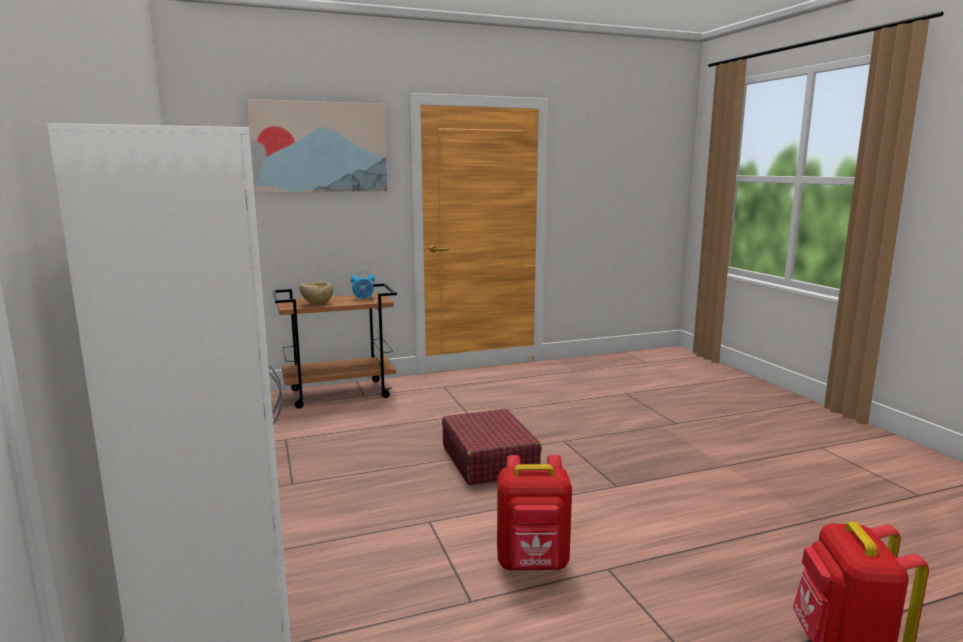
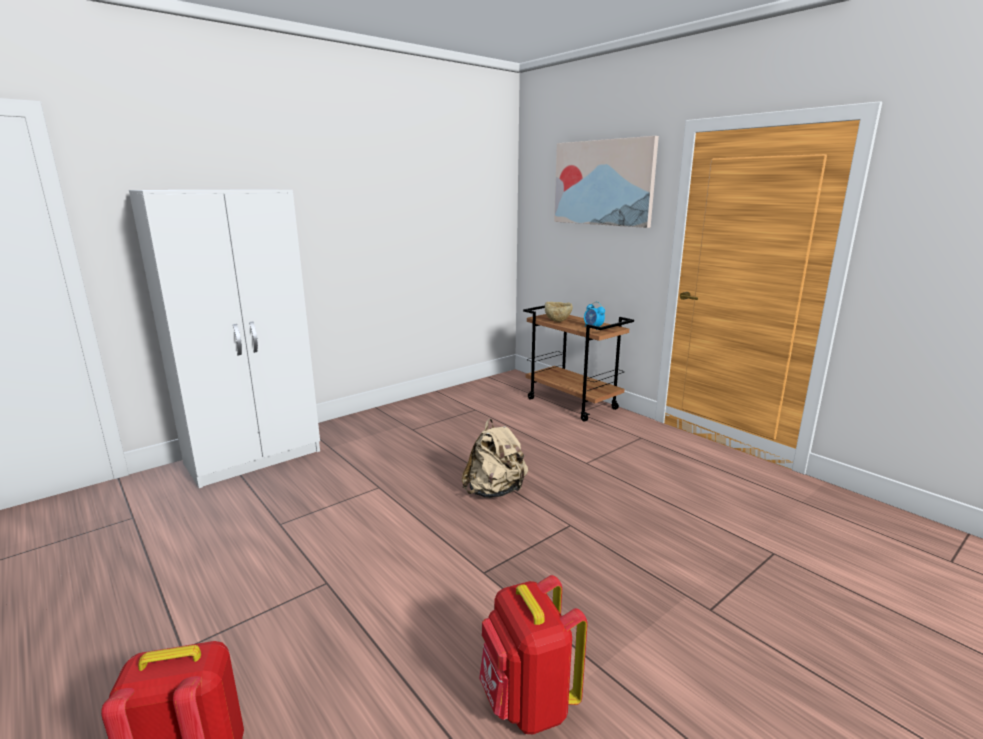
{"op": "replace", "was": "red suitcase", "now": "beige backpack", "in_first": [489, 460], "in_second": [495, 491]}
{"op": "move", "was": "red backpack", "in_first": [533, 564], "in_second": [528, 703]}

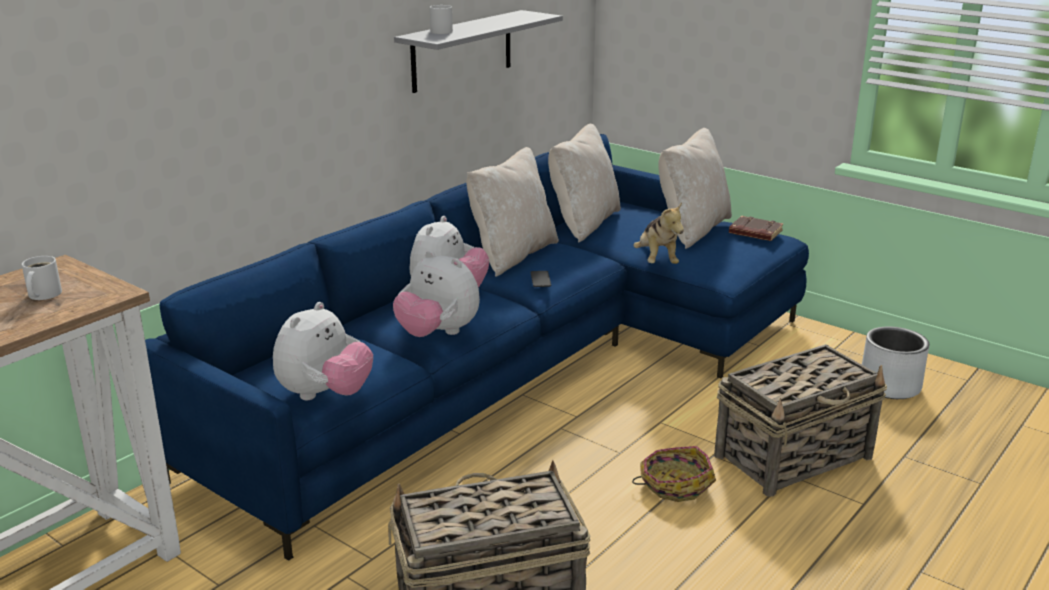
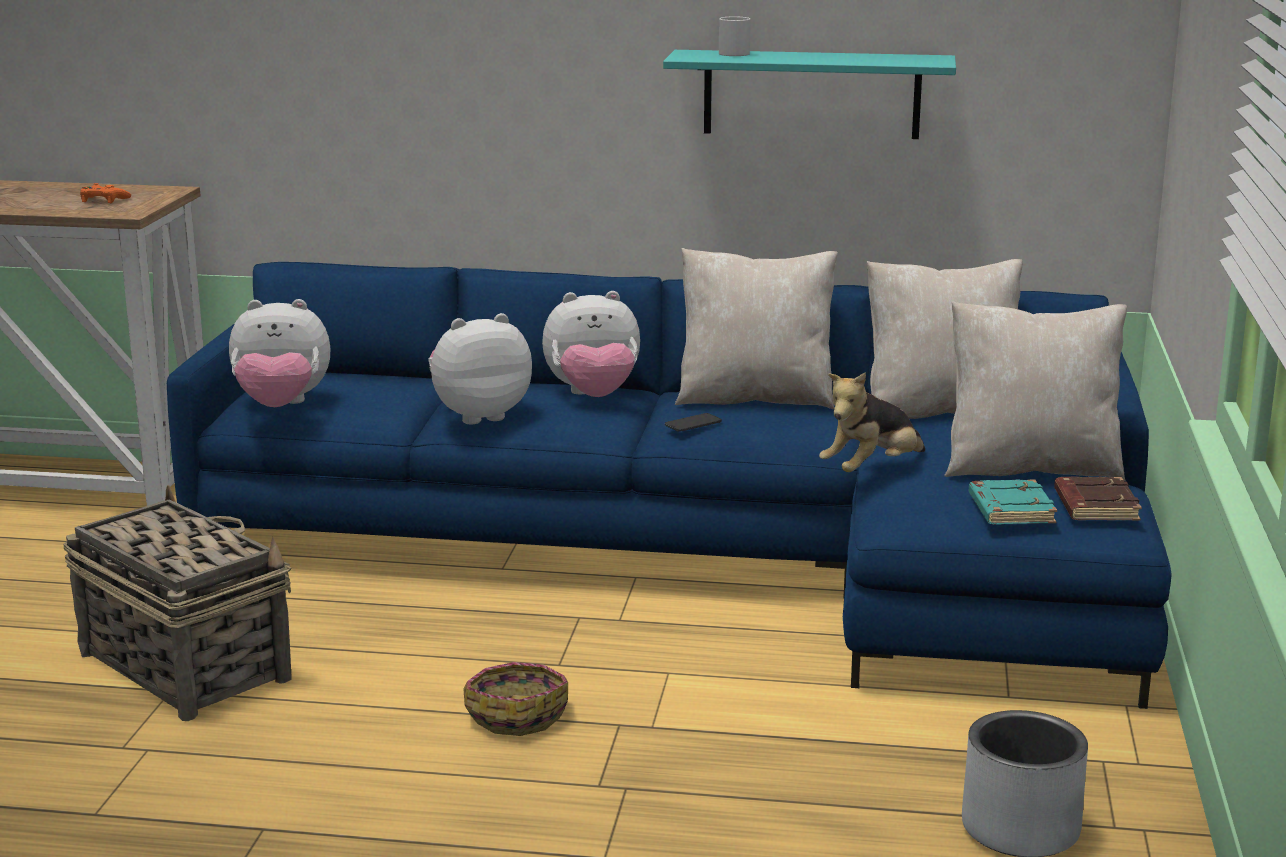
{"op": "replace", "was": "white mug", "now": "orange game controller", "in_first": [42, 295], "in_second": [103, 200]}
{"op": "rotate", "was": "plush toy", "in_first": [437, 334], "in_second": [478, 415], "clockwise": 60}
{"op": "recolor", "was": "grey shelf", "now": "turquoise shelf", "in_first": [462, 51], "in_second": [811, 94]}
{"op": "delete", "was": "basket", "in_first": [795, 456]}
{"op": "insert", "now": "turquoise book", "in_second": [1009, 510]}

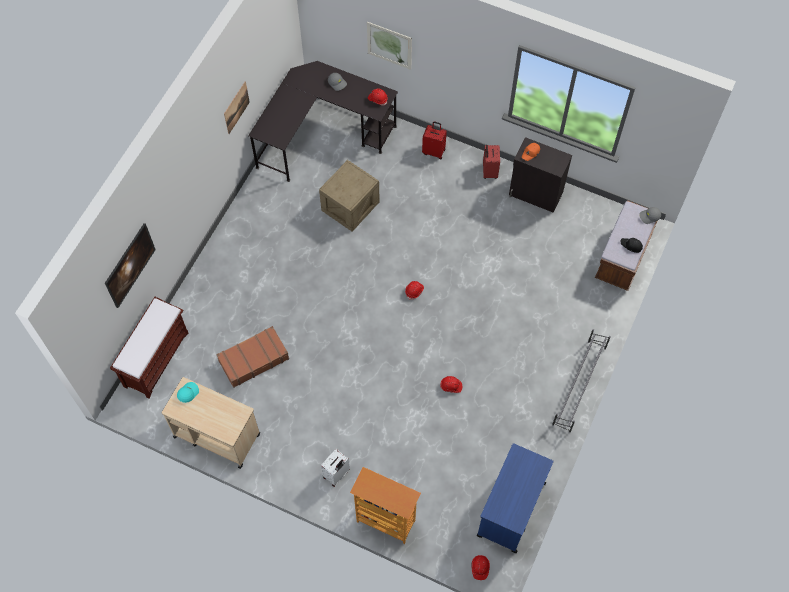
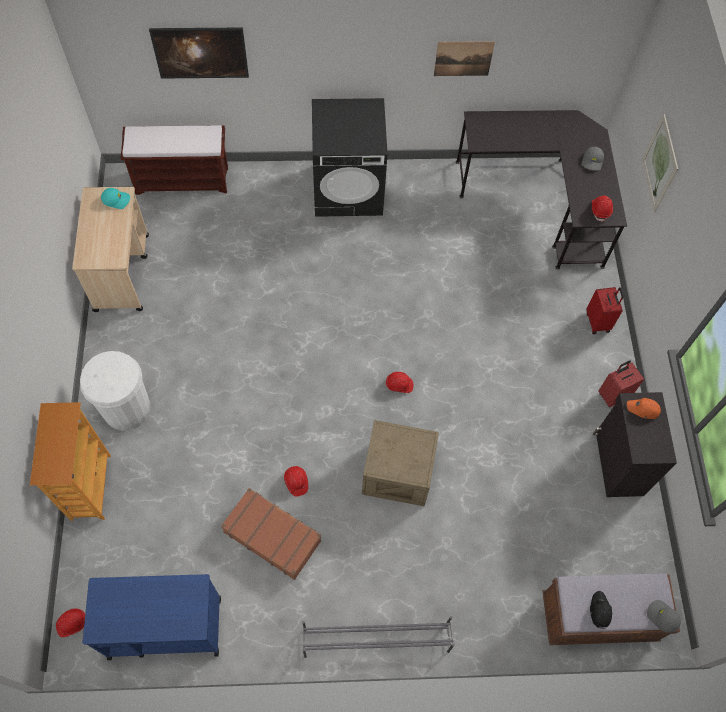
{"op": "move", "was": "brown suitcase", "in_first": [253, 359], "in_second": [272, 535]}
{"op": "move", "was": "crate", "in_first": [350, 206], "in_second": [397, 473]}
{"op": "replace", "was": "white suitcase", "now": "white trash can", "in_first": [336, 474], "in_second": [126, 408]}
{"op": "insert", "now": "black washing machine", "in_second": [348, 190]}

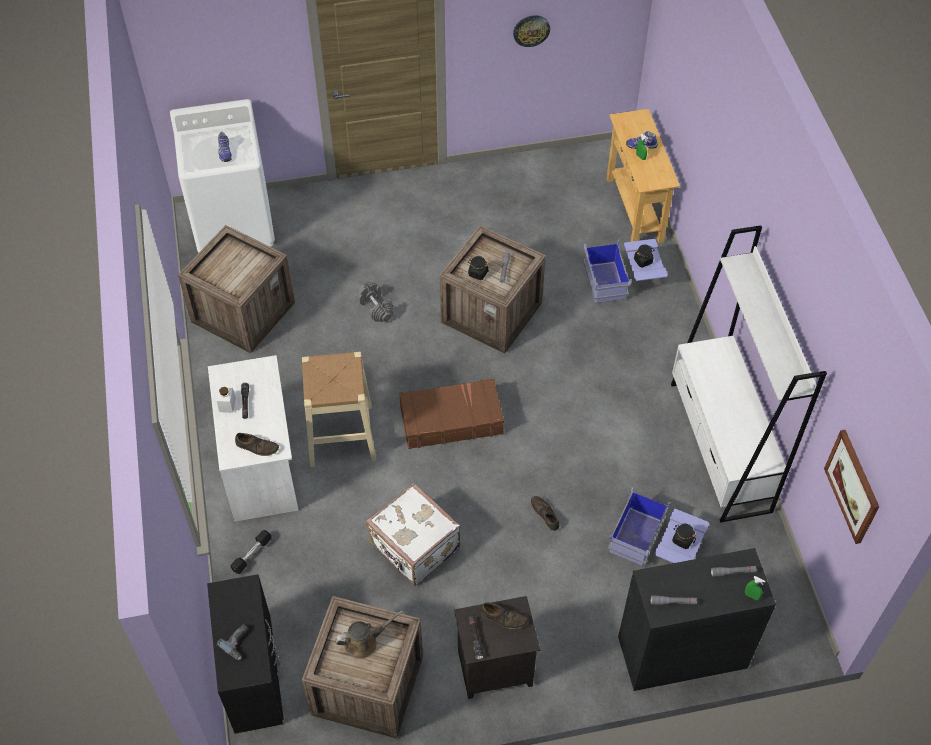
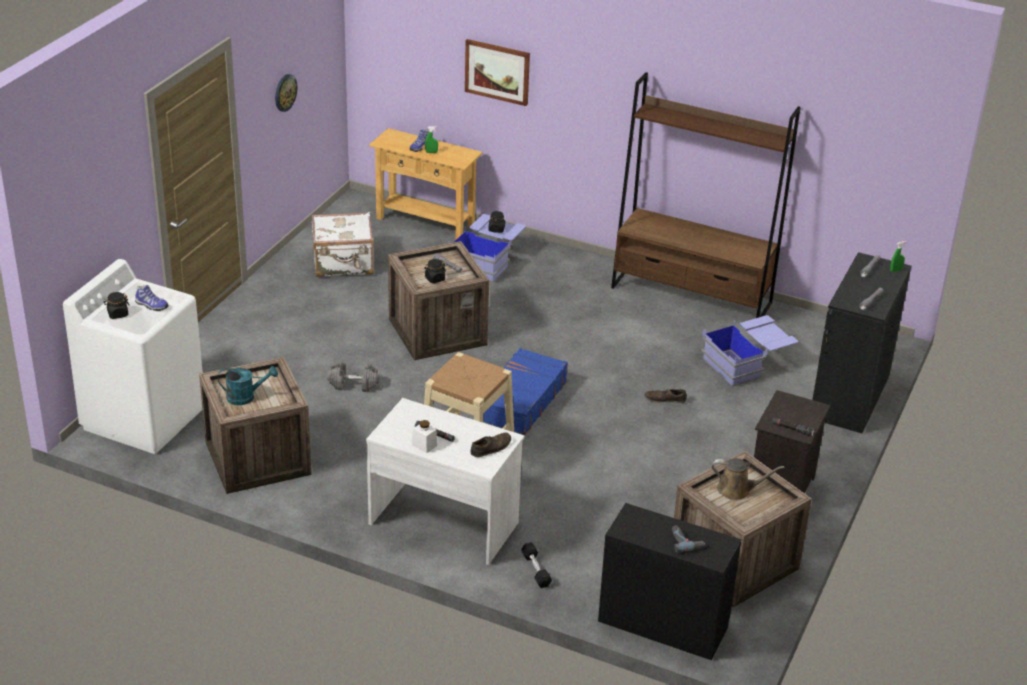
{"op": "rotate", "was": "brown watering can", "in_first": [364, 642], "in_second": [737, 490], "clockwise": 90}
{"op": "move", "was": "white suitcase", "in_first": [414, 548], "in_second": [344, 264]}
{"op": "recolor", "was": "brown suitcase", "now": "blue suitcase", "in_first": [451, 420], "in_second": [520, 401]}
{"op": "delete", "was": "brown shoe", "in_first": [503, 618]}
{"op": "recolor", "was": "white bookcase", "now": "brown bookcase", "in_first": [720, 447], "in_second": [691, 295]}
{"op": "move", "was": "black jar", "in_first": [682, 540], "in_second": [117, 314]}
{"op": "move", "was": "picture", "in_first": [853, 486], "in_second": [497, 71]}
{"op": "insert", "now": "turquoise watering can", "in_second": [246, 397]}

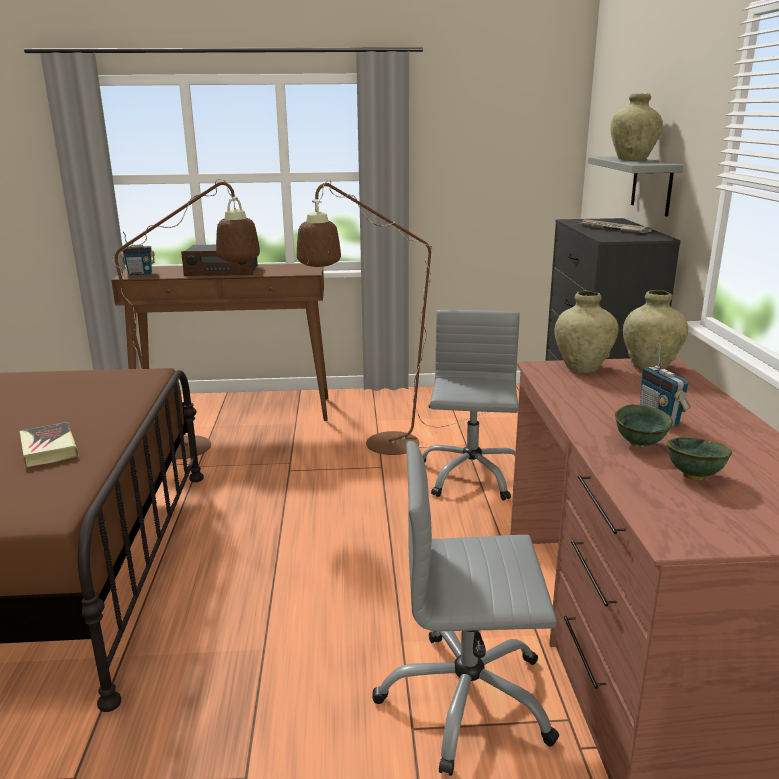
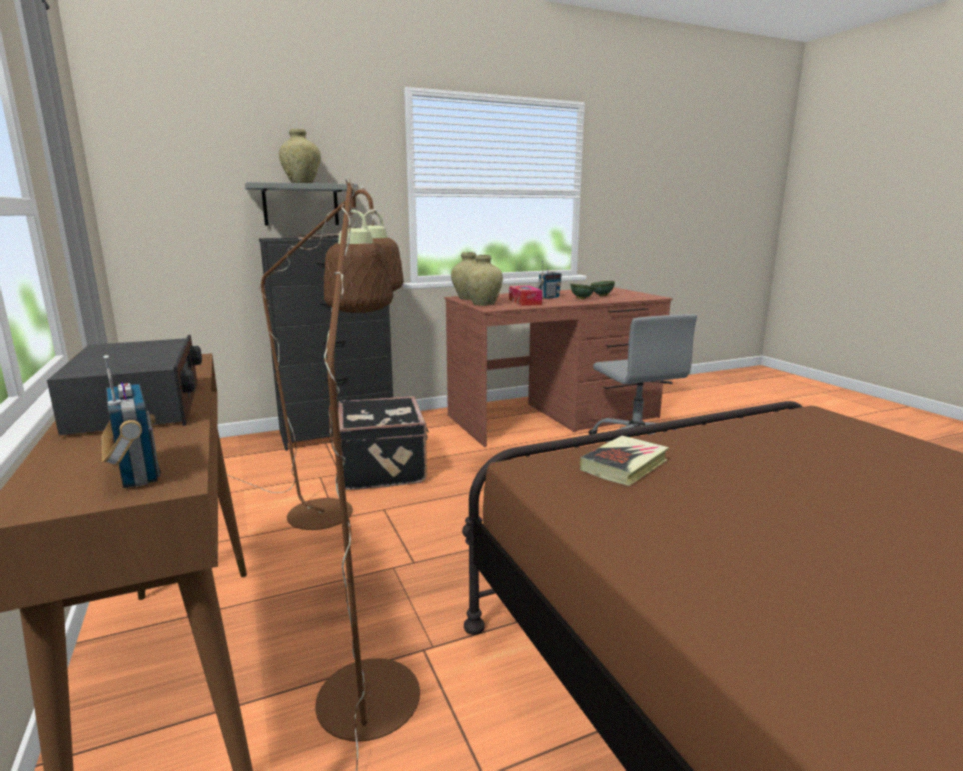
{"op": "move", "was": "book", "in_first": [49, 449], "in_second": [624, 465]}
{"op": "replace", "was": "grey office chair", "now": "black suitcase", "in_first": [470, 474], "in_second": [384, 468]}
{"op": "insert", "now": "tissue box", "in_second": [525, 302]}

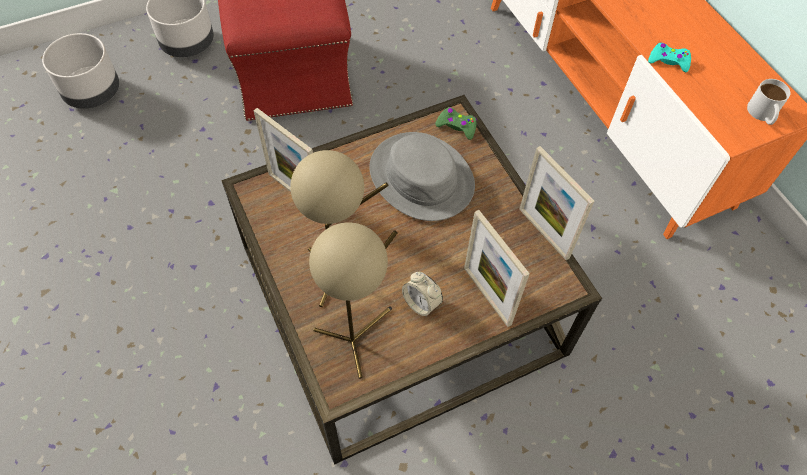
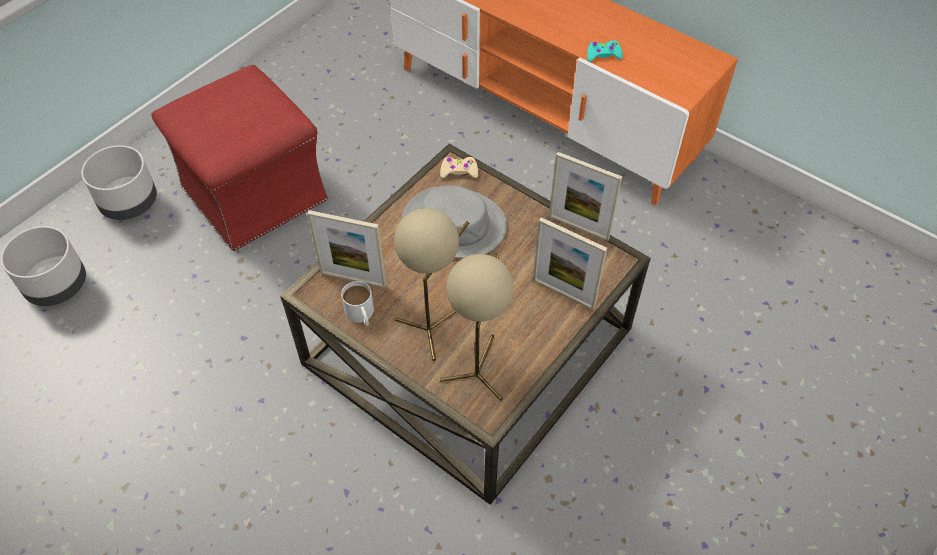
{"op": "delete", "was": "alarm clock", "in_first": [421, 303]}
{"op": "recolor", "was": "green game controller", "now": "beige game controller", "in_first": [457, 126], "in_second": [459, 171]}
{"op": "move", "was": "white mug", "in_first": [763, 114], "in_second": [361, 315]}

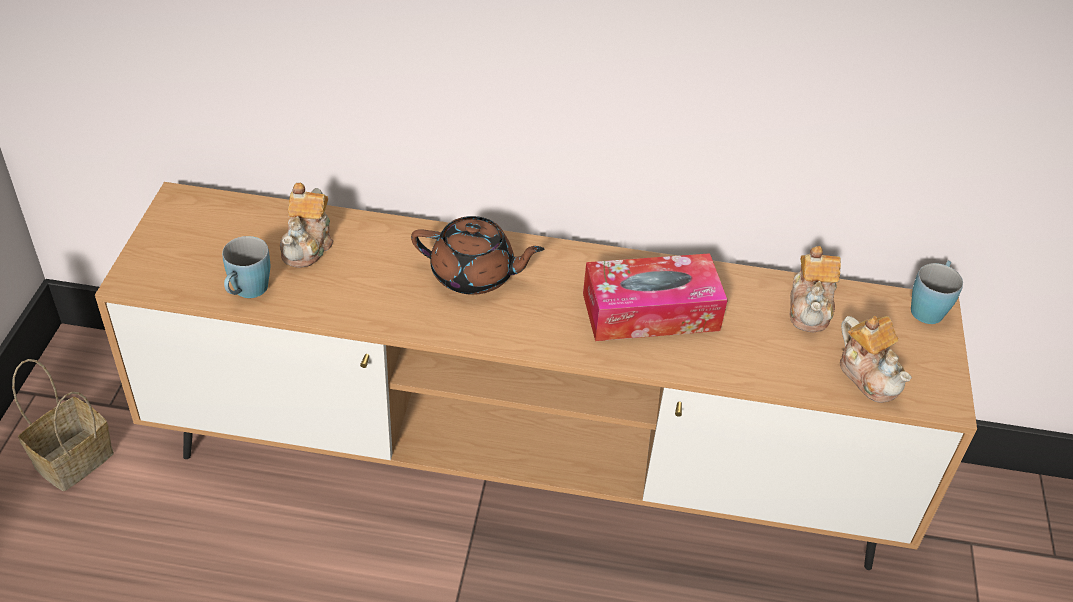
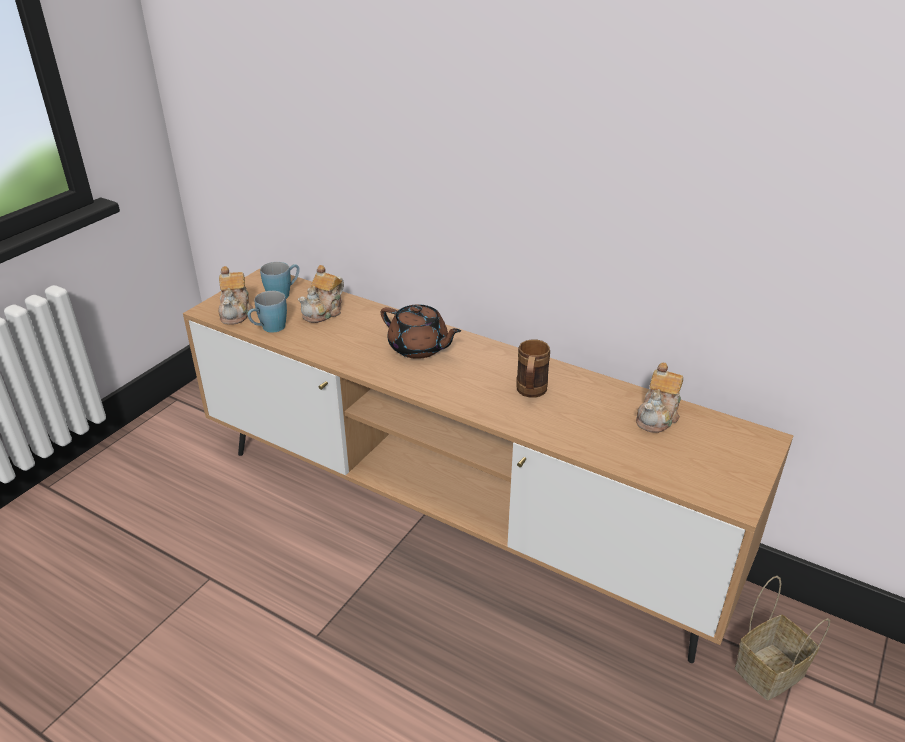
{"op": "move", "was": "basket", "in_first": [73, 462], "in_second": [769, 673]}
{"op": "replace", "was": "tissue box", "now": "brown mug", "in_first": [650, 312], "in_second": [530, 393]}
{"op": "move", "was": "teapot", "in_first": [869, 375], "in_second": [236, 312]}
{"op": "move", "was": "blue mug", "in_first": [929, 307], "in_second": [283, 294]}

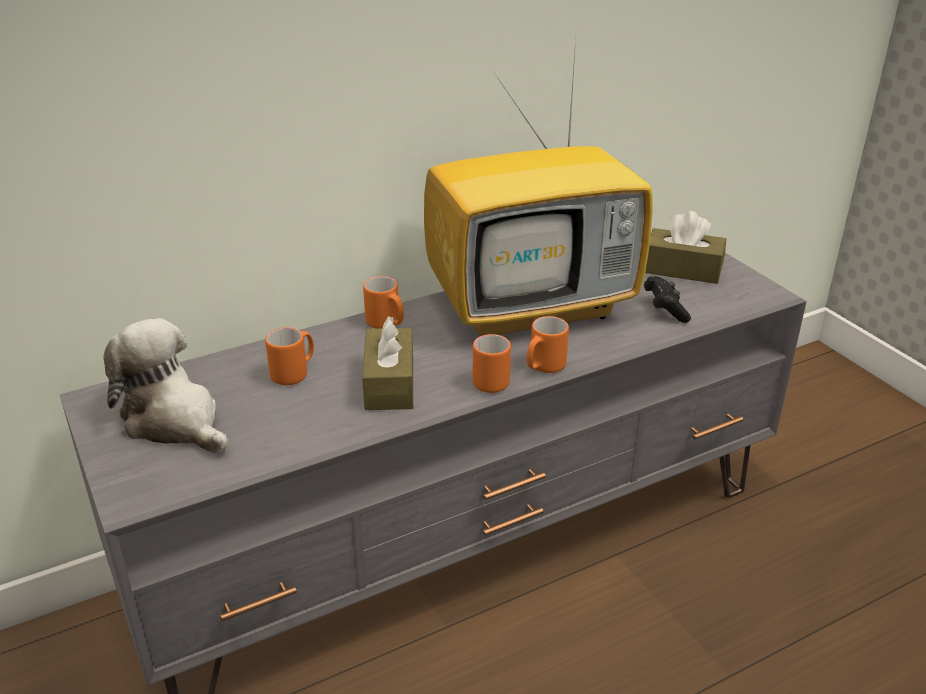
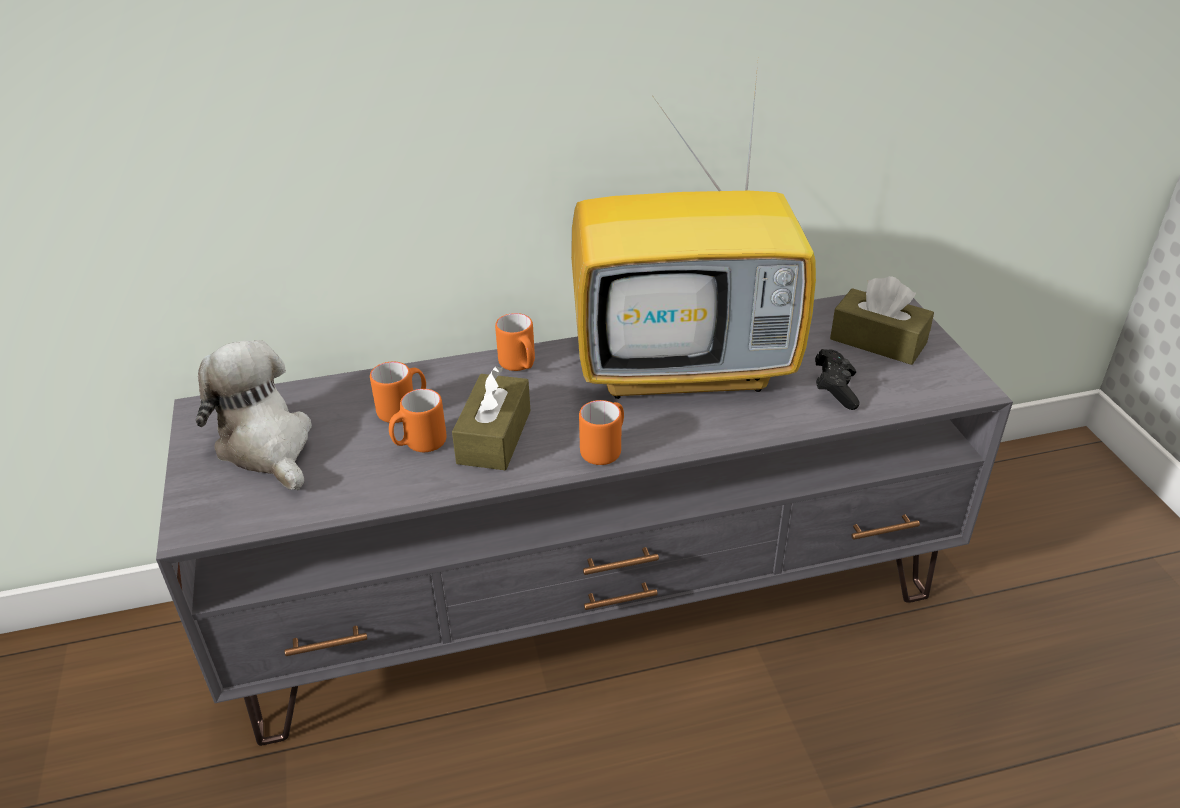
{"op": "move", "was": "orange mug", "in_first": [543, 368], "in_second": [419, 444]}

